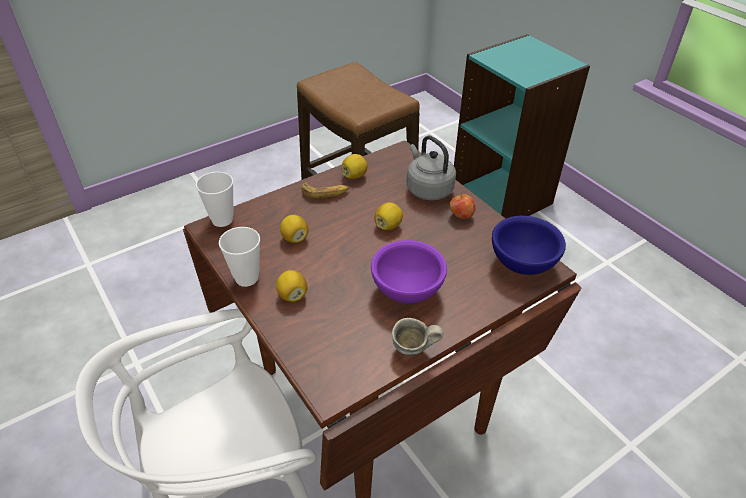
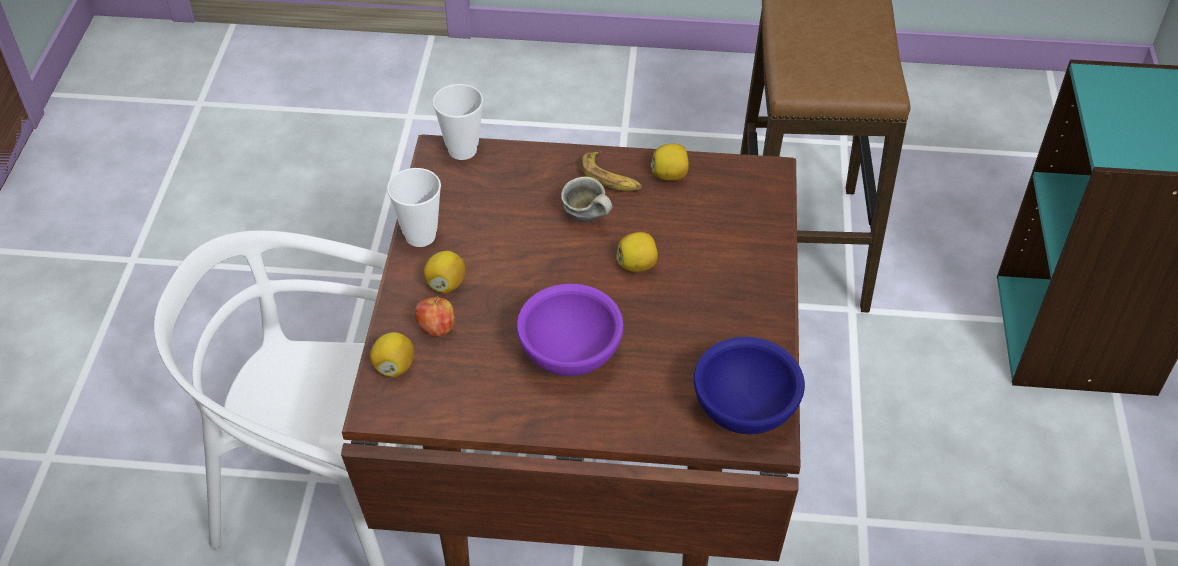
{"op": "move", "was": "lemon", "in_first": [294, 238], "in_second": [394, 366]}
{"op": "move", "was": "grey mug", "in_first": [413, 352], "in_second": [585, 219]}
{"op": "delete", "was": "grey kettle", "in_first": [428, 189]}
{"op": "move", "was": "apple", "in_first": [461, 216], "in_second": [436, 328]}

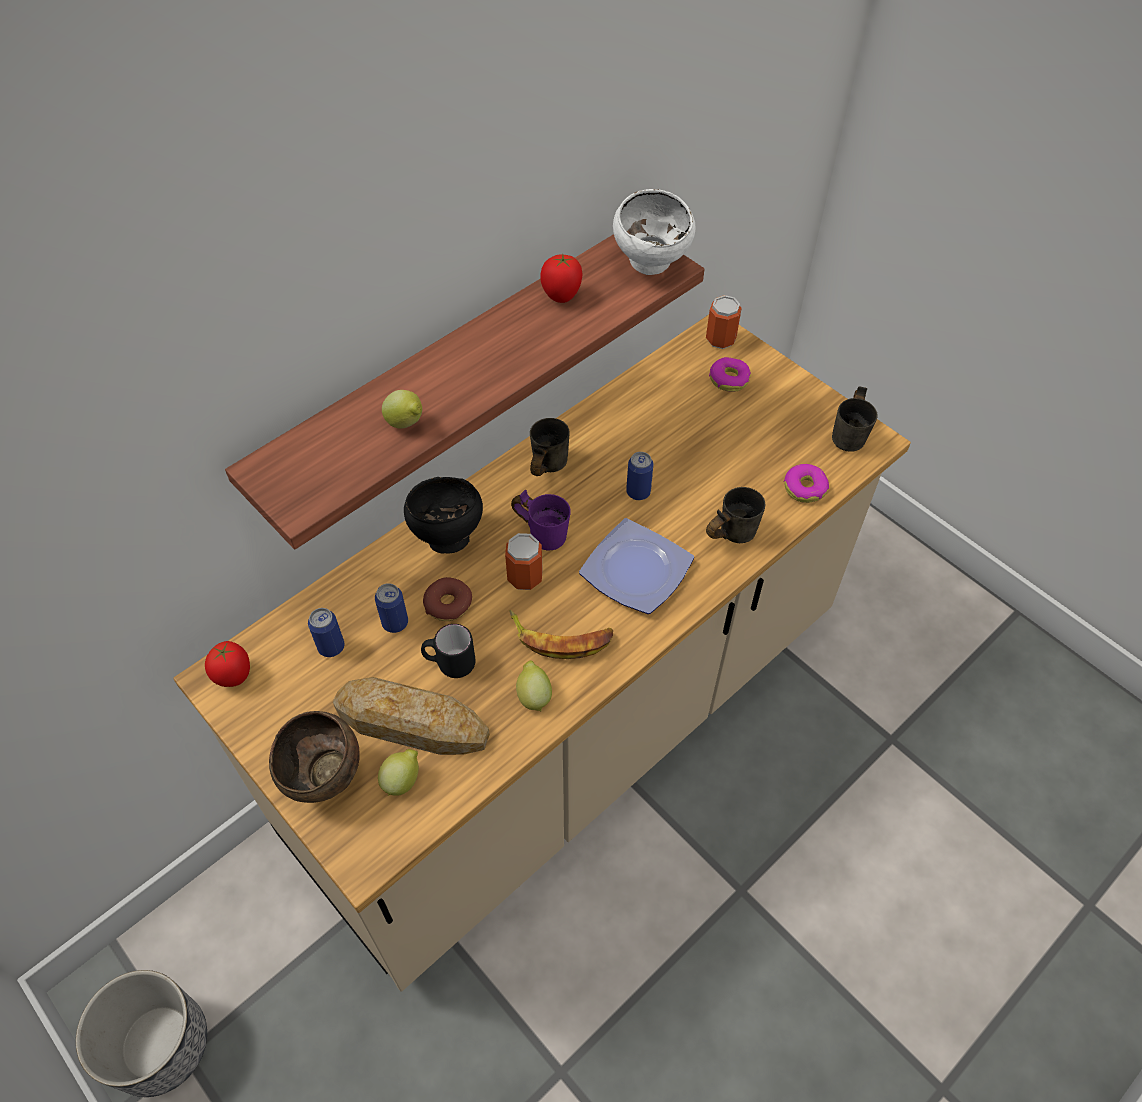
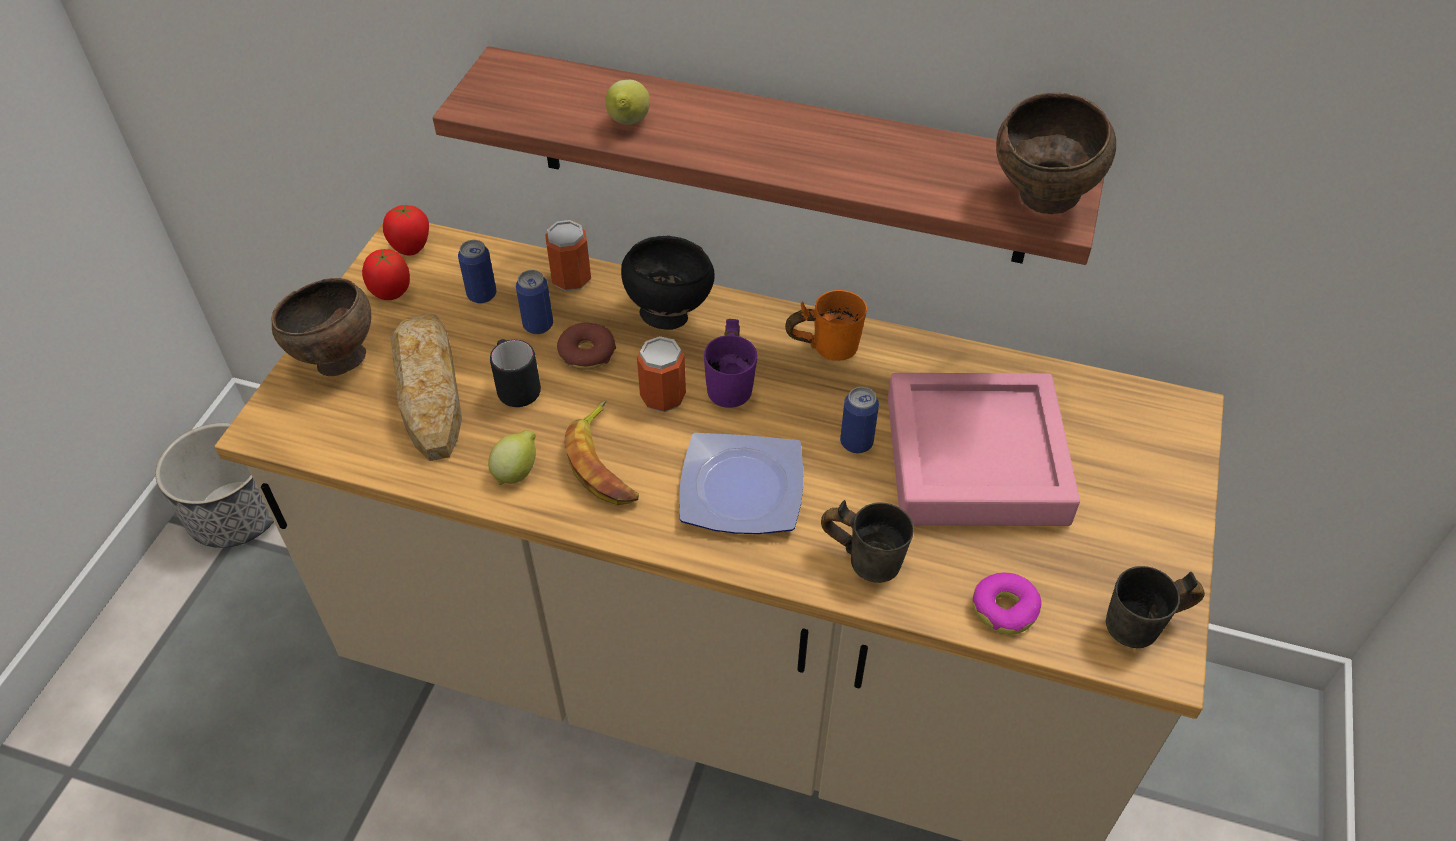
{"op": "delete", "was": "lemon", "in_first": [402, 780]}
{"op": "recolor", "was": "grey mug", "now": "orange mug", "in_first": [543, 466], "in_second": [824, 345]}
{"op": "move", "was": "tomato", "in_first": [561, 297], "in_second": [391, 294]}
{"op": "recolor", "was": "white bowl", "now": "brown bowl", "in_first": [652, 266], "in_second": [1043, 202]}
{"op": "move", "was": "can", "in_first": [720, 339], "in_second": [571, 279]}
{"op": "delete", "was": "donut", "in_first": [729, 379]}
{"op": "insert", "now": "pink tray", "in_second": [975, 459]}

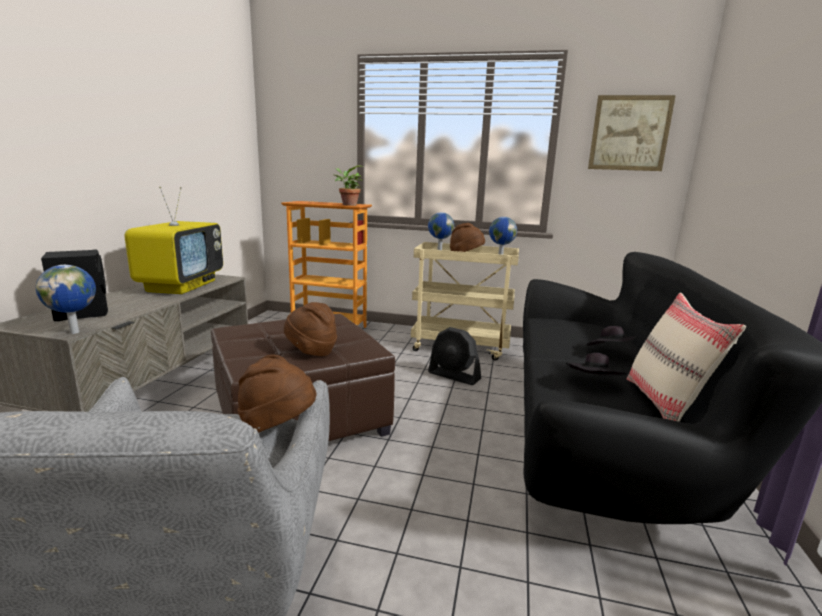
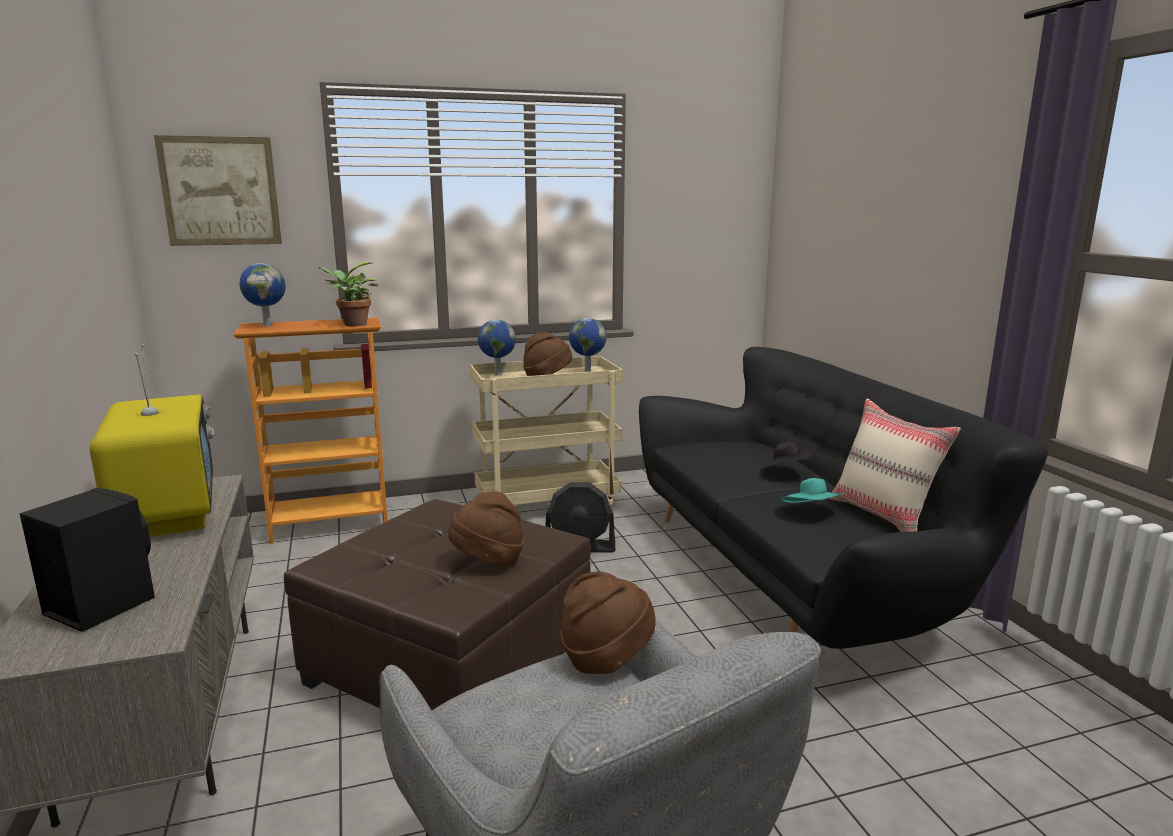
{"op": "move", "was": "globe", "in_first": [76, 332], "in_second": [267, 325]}
{"op": "recolor", "was": "black hat", "now": "turquoise hat", "in_first": [593, 384], "in_second": [812, 512]}
{"op": "move", "was": "picture", "in_first": [629, 133], "in_second": [220, 191]}

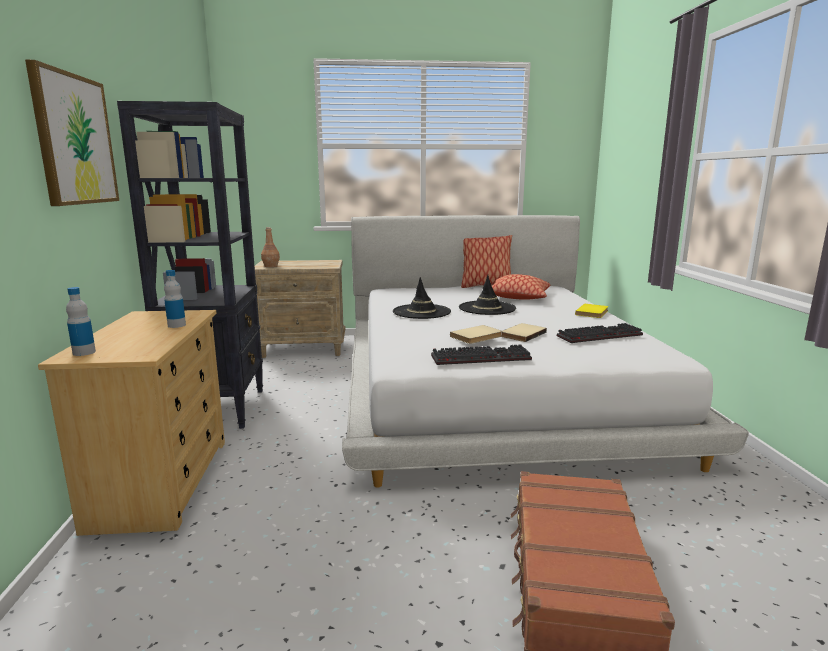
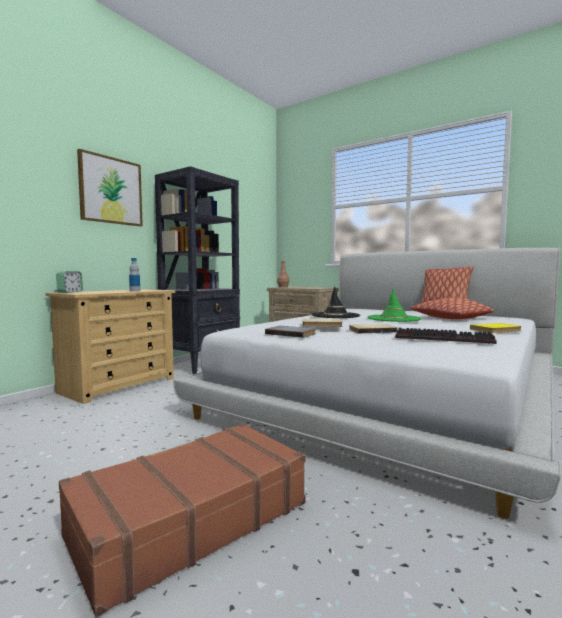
{"op": "replace", "was": "bottle", "now": "alarm clock", "in_first": [84, 352], "in_second": [70, 292]}
{"op": "replace", "was": "keyboard", "now": "grey book", "in_first": [482, 357], "in_second": [291, 333]}
{"op": "recolor", "was": "black hat", "now": "green hat", "in_first": [487, 308], "in_second": [394, 319]}

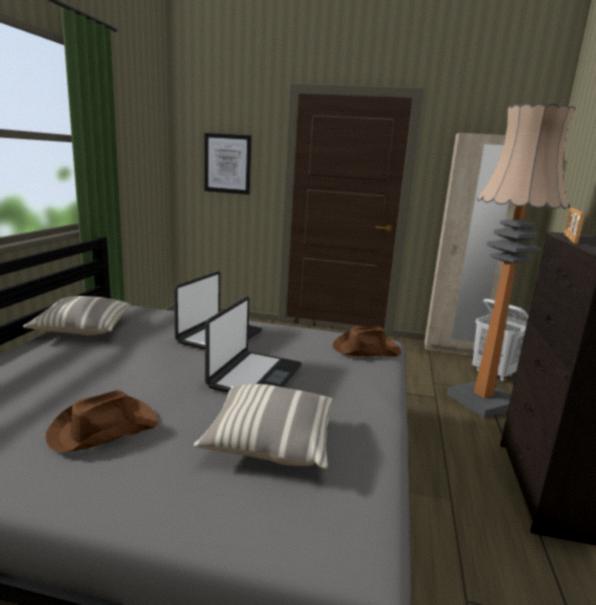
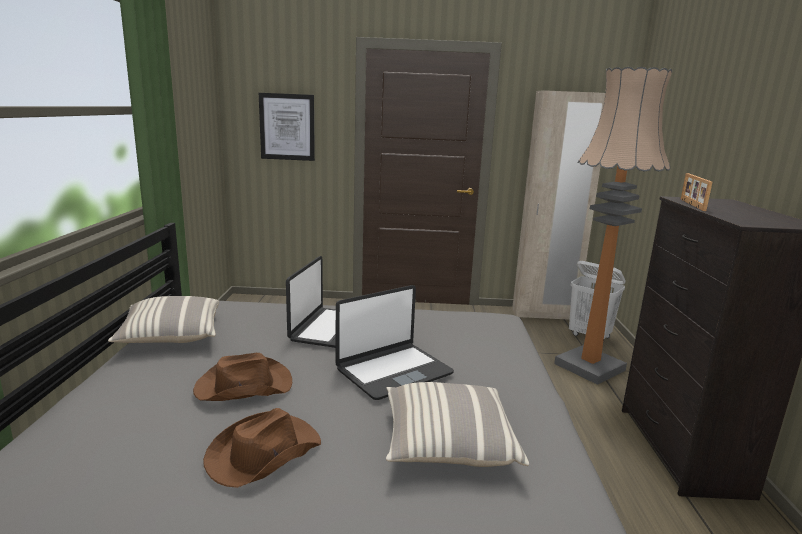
{"op": "rotate", "was": "laptop", "in_first": [254, 376], "in_second": [393, 371], "clockwise": 45}
{"op": "move", "was": "brown hat", "in_first": [365, 349], "in_second": [243, 386]}

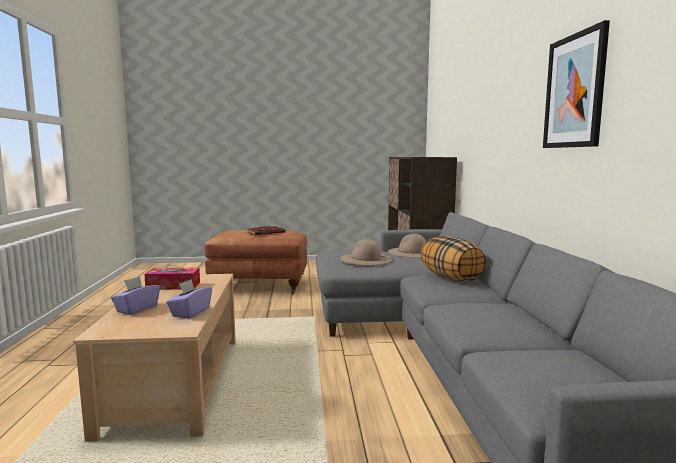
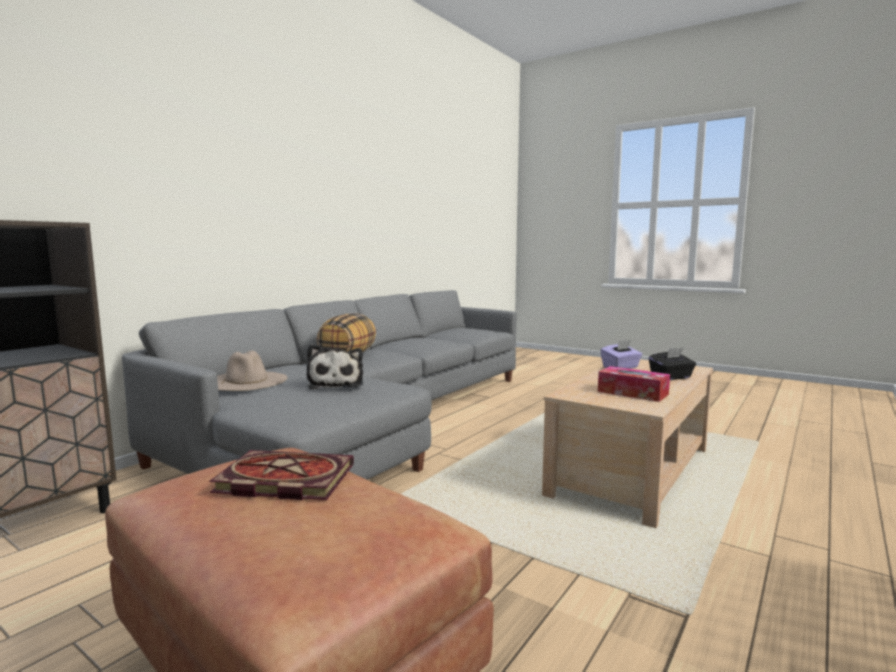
{"op": "recolor", "was": "purple tissue box", "now": "black tissue box", "in_first": [136, 309], "in_second": [671, 377]}
{"op": "replace", "was": "beige hat", "now": "plush toy", "in_first": [365, 259], "in_second": [336, 384]}
{"op": "delete", "was": "picture", "in_first": [575, 91]}

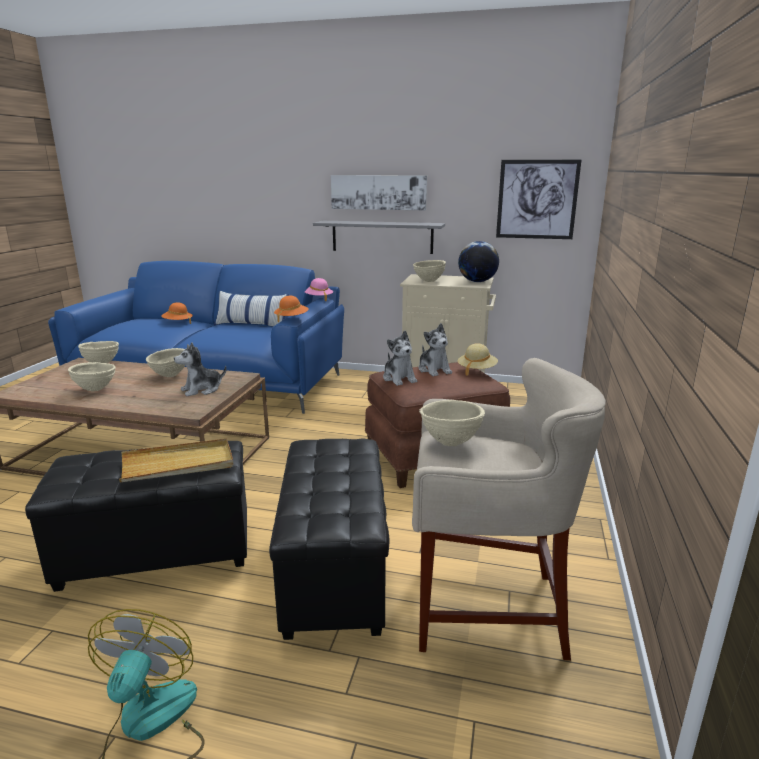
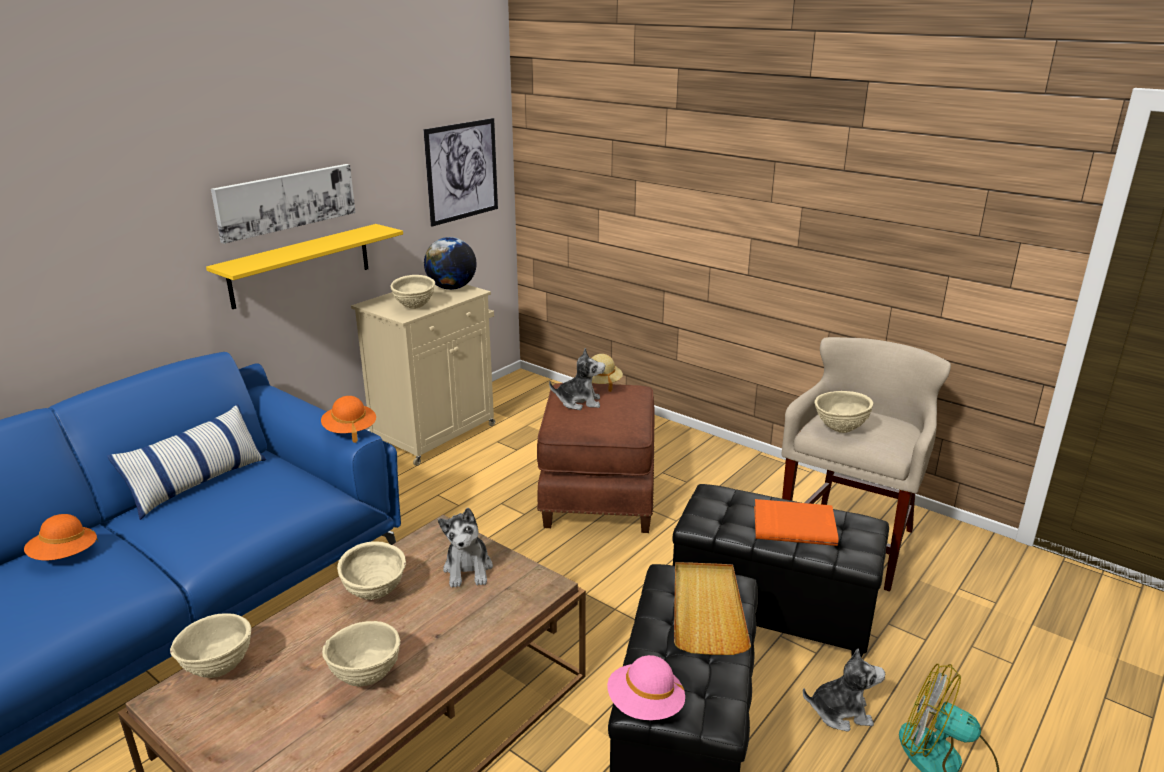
{"op": "move", "was": "pink hat", "in_first": [318, 298], "in_second": [645, 705]}
{"op": "recolor", "was": "grey shelf", "now": "yellow shelf", "in_first": [382, 237], "in_second": [300, 265]}
{"op": "move", "was": "plush toy", "in_first": [399, 378], "in_second": [840, 712]}
{"op": "insert", "now": "orange book", "in_second": [794, 525]}

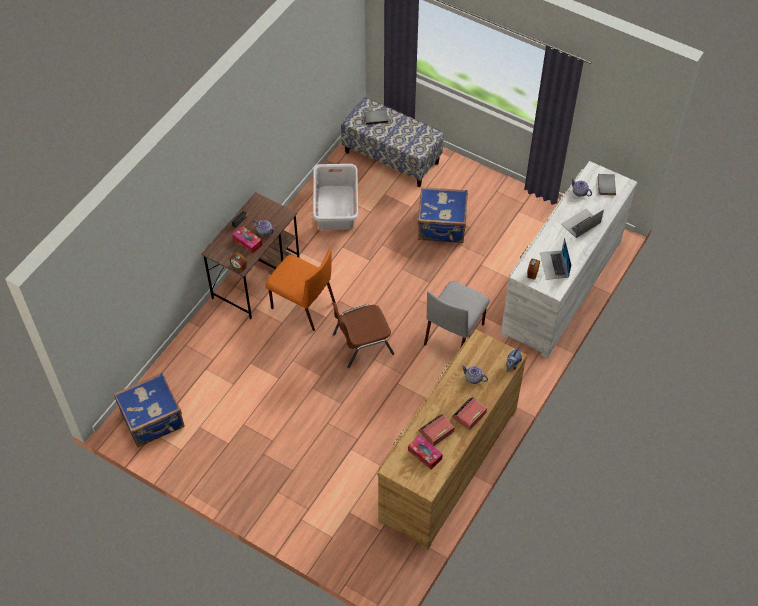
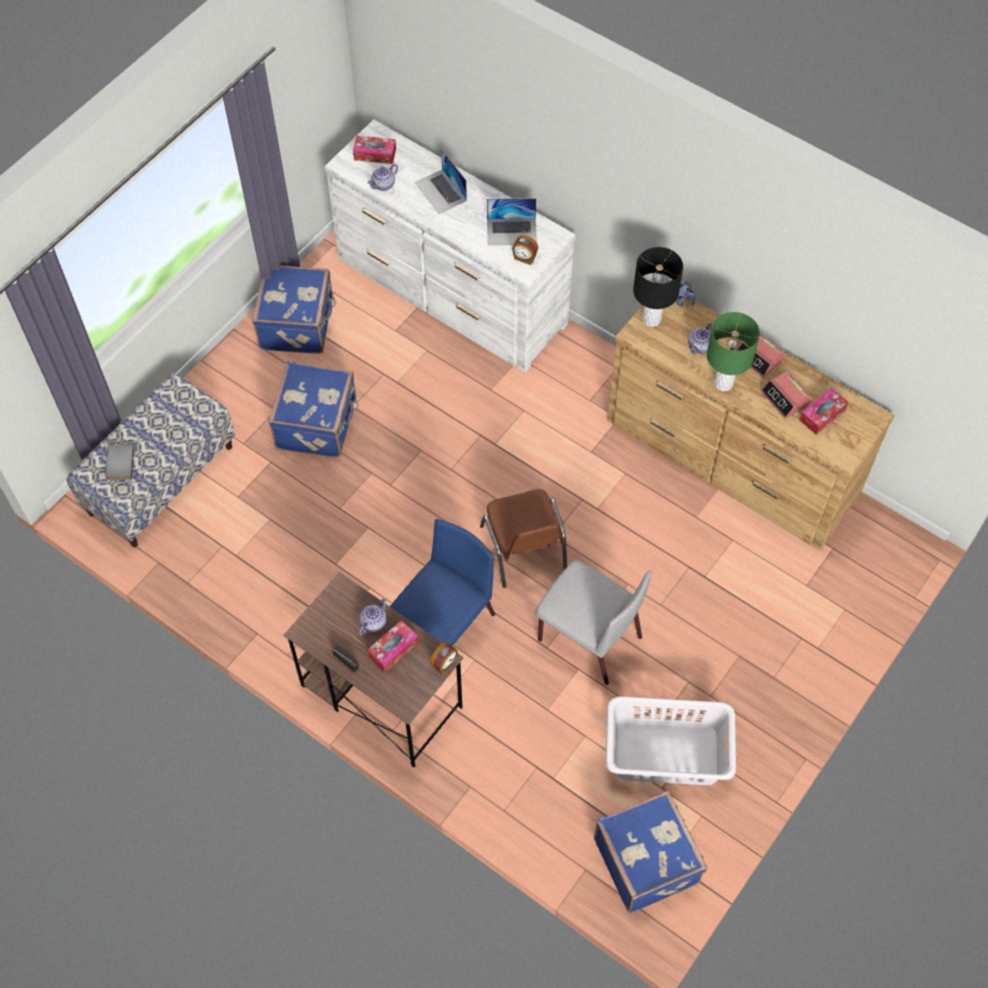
{"op": "recolor", "was": "orange chair", "now": "blue chair", "in_first": [302, 305], "in_second": [444, 629]}
{"op": "move", "was": "white laundry basket", "in_first": [335, 208], "in_second": [667, 754]}
{"op": "move", "was": "grey chair", "in_first": [454, 333], "in_second": [588, 637]}
{"op": "replace", "was": "grey book", "now": "tissue box", "in_first": [605, 185], "in_second": [375, 154]}
{"op": "insert", "now": "blue suitcase", "in_second": [298, 324]}
{"op": "insert", "now": "black table lamp", "in_second": [651, 319]}
{"op": "insert", "now": "green table lamp", "in_second": [724, 383]}

